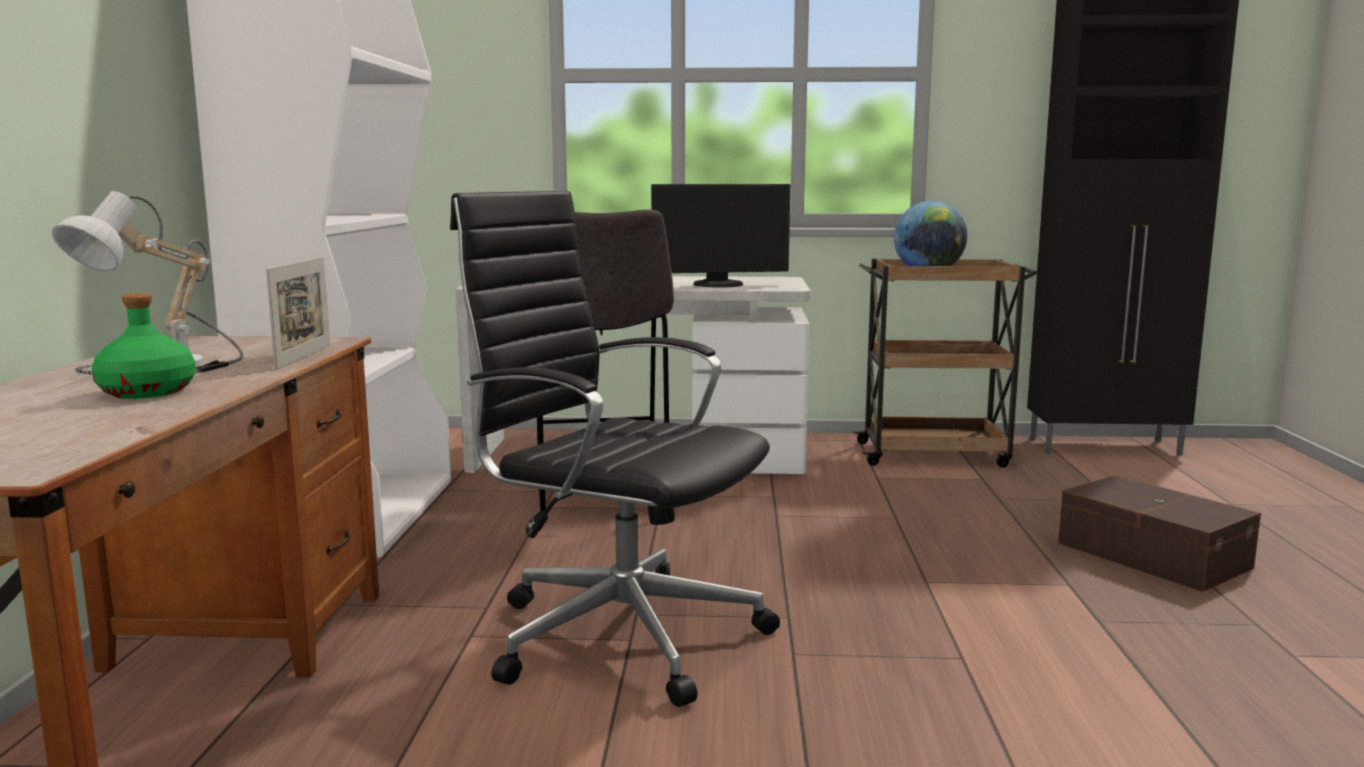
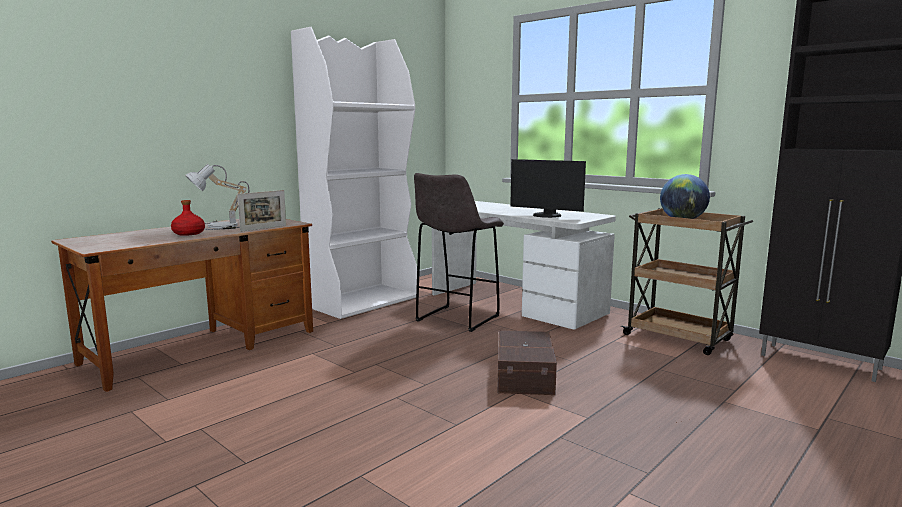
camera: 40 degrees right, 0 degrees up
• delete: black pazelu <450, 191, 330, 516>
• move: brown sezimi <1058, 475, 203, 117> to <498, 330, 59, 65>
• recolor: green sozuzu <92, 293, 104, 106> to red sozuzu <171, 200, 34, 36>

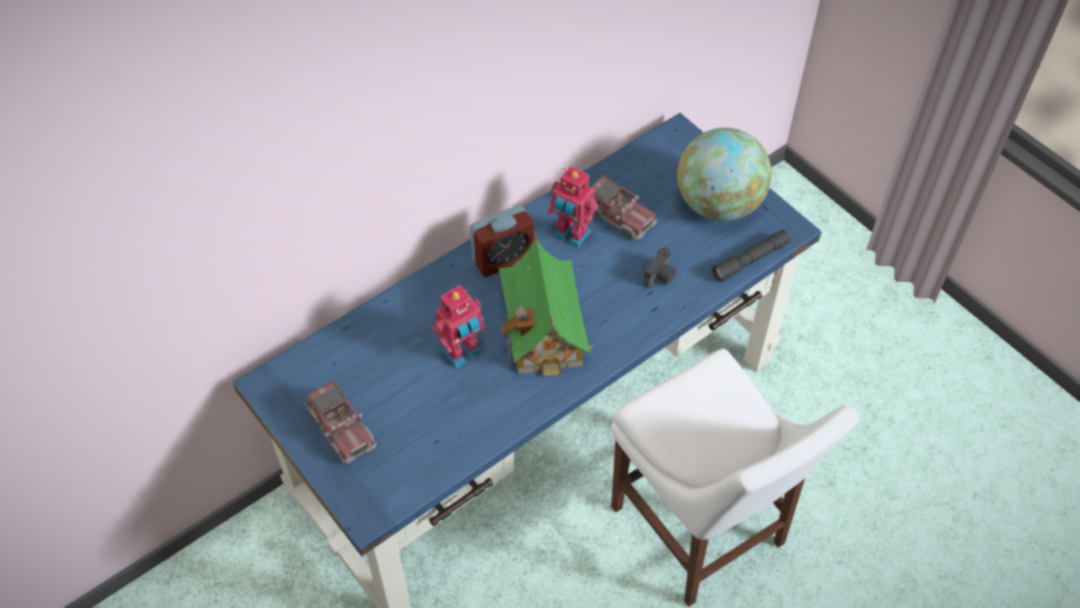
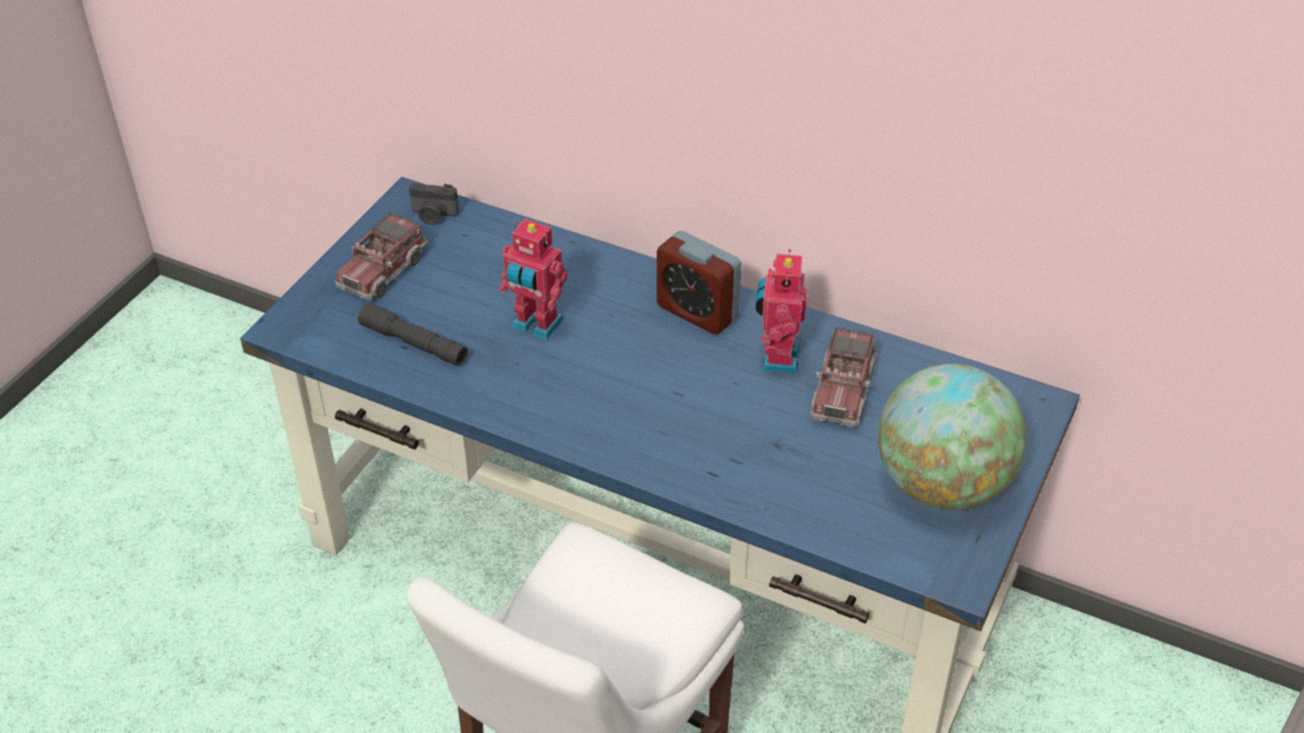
camera: 65 degrees right, 10 degrees down
• delete: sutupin <499, 234, 97, 143>
• move: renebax <643, 247, 33, 41> to <409, 183, 50, 42>
• move: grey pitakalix <712, 230, 79, 52> to <358, 303, 110, 63>

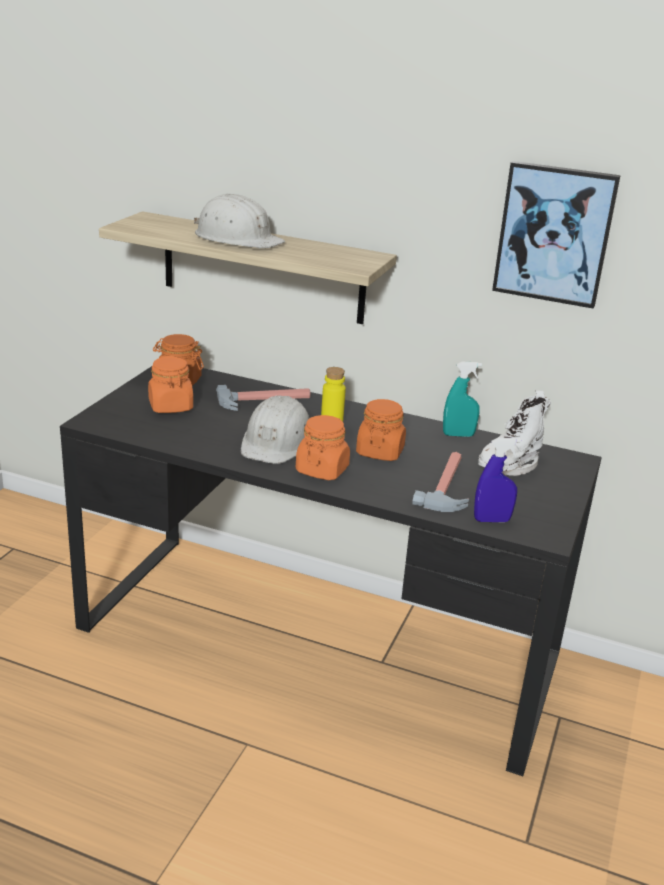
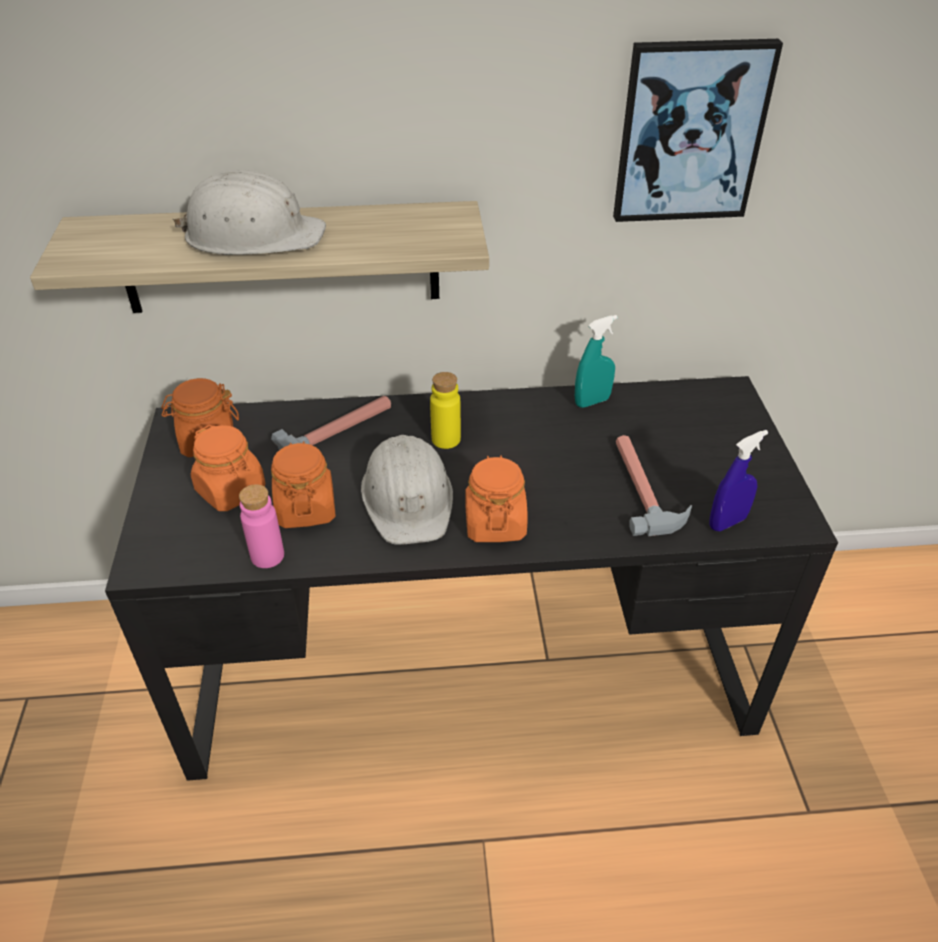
camera: 25 degrees left, 15 degrees up
• delete: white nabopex <478, 390, 73, 86>
• insert: pink sozuzu <239, 484, 45, 84>
• move: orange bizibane <356, 399, 50, 62> to <271, 441, 65, 87>

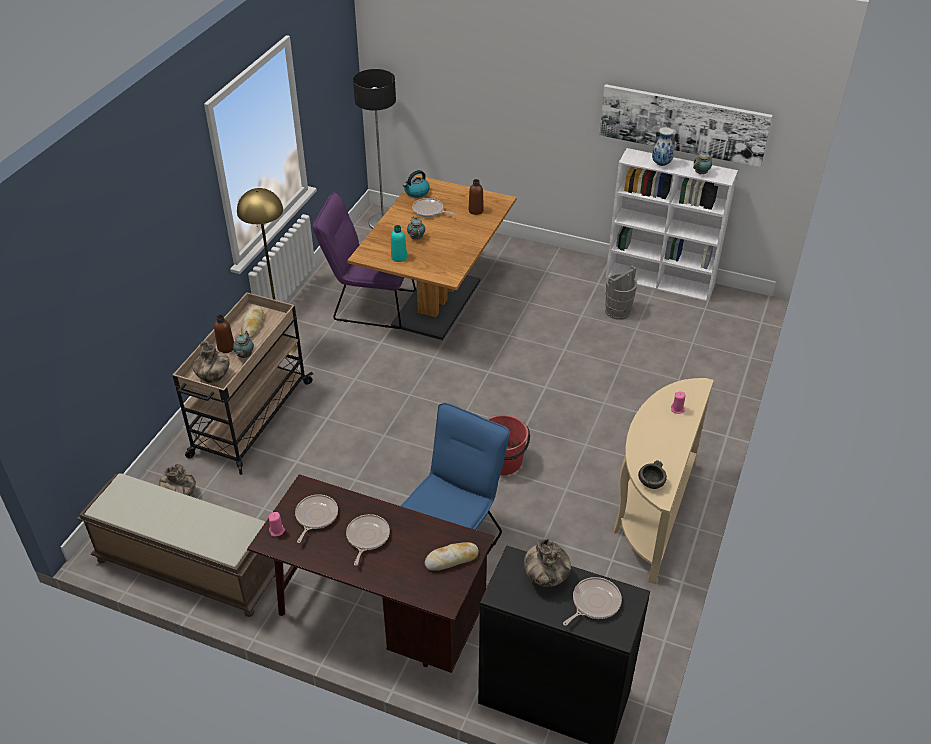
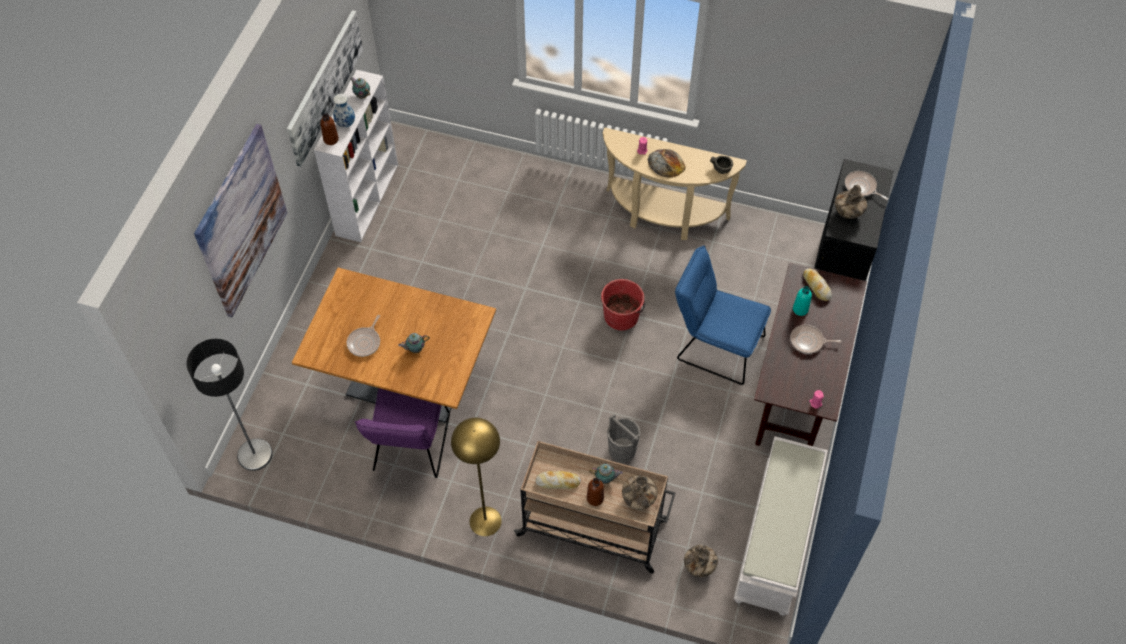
camera: 95 degrees left, 15 degrees up
• delete: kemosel <295, 494, 43, 49>
• delete: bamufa <403, 170, 27, 28>
• insert: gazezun <194, 124, 93, 193>
• insert: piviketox <647, 149, 38, 29>
• move: turquoise sozuzu <391, 225, 16, 37> to <793, 286, 19, 30>
• move: brown sozuzu <469, 179, 15, 36> to <320, 113, 19, 32>
• move: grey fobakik <605, 266, 32, 54> to <607, 414, 34, 49>
• recolor: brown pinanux <77, 473, 199, 144> to white pinanux <734, 436, 94, 180>

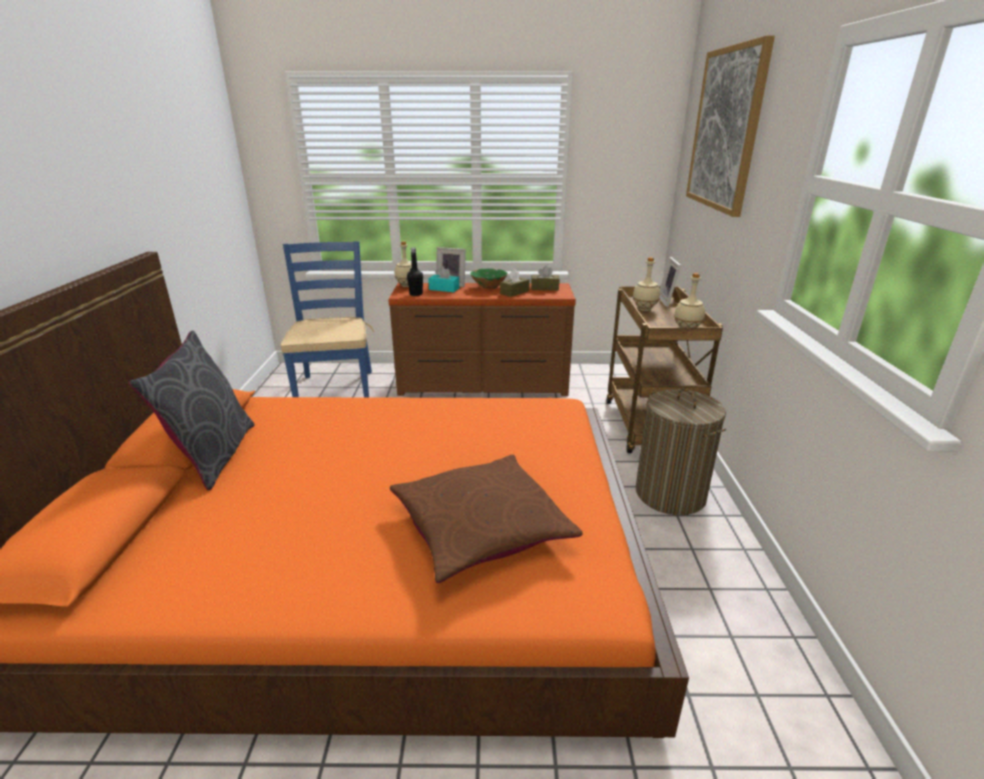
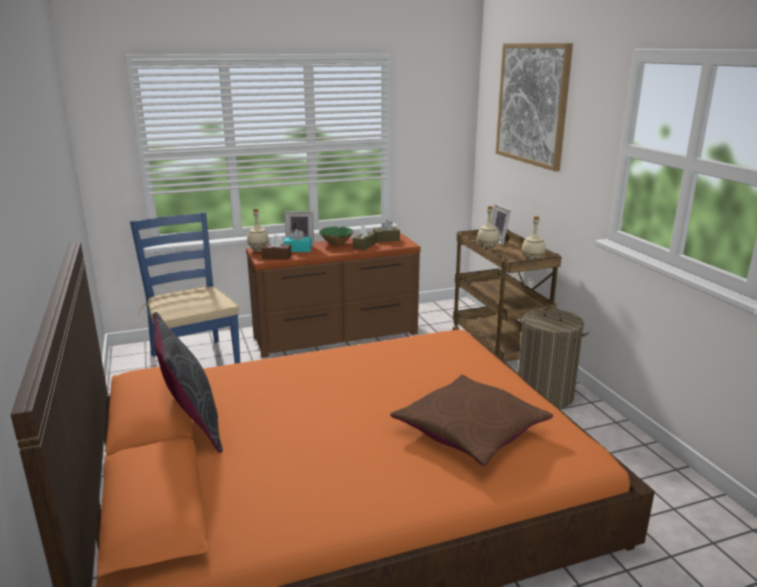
camera: 20 degrees left, 5 degrees down
• replace: black sozuzu <407, 248, 16, 48> to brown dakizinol <261, 235, 30, 25>

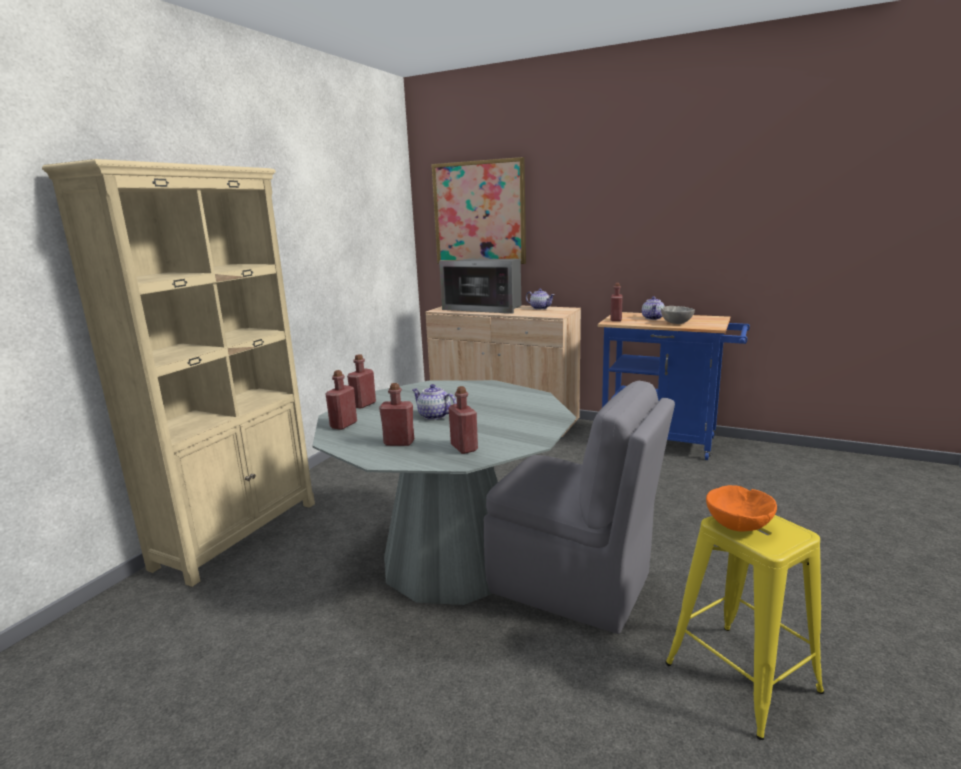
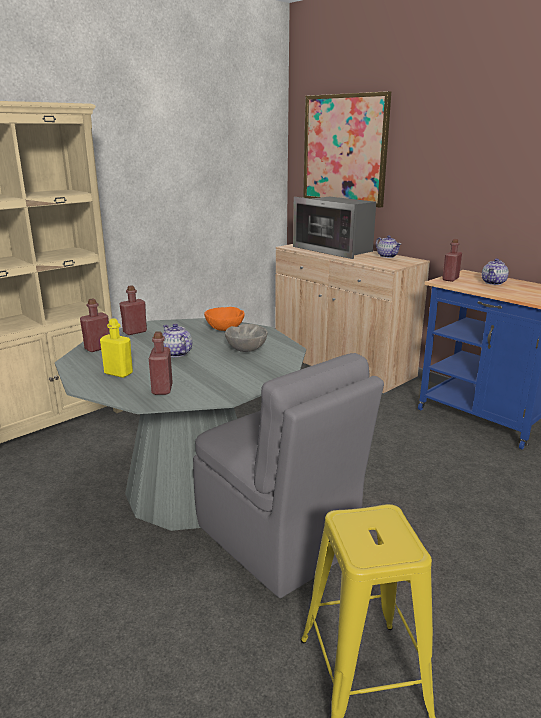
camera: 20 degrees right, 5 degrees up
• move: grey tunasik <661, 306, 34, 18> to <225, 324, 43, 28>
• move: orange tunasik <706, 485, 71, 47> to <204, 307, 41, 24>
• recolor: red sozuzu <379, 383, 35, 63> to yellow sozuzu <100, 318, 33, 60>

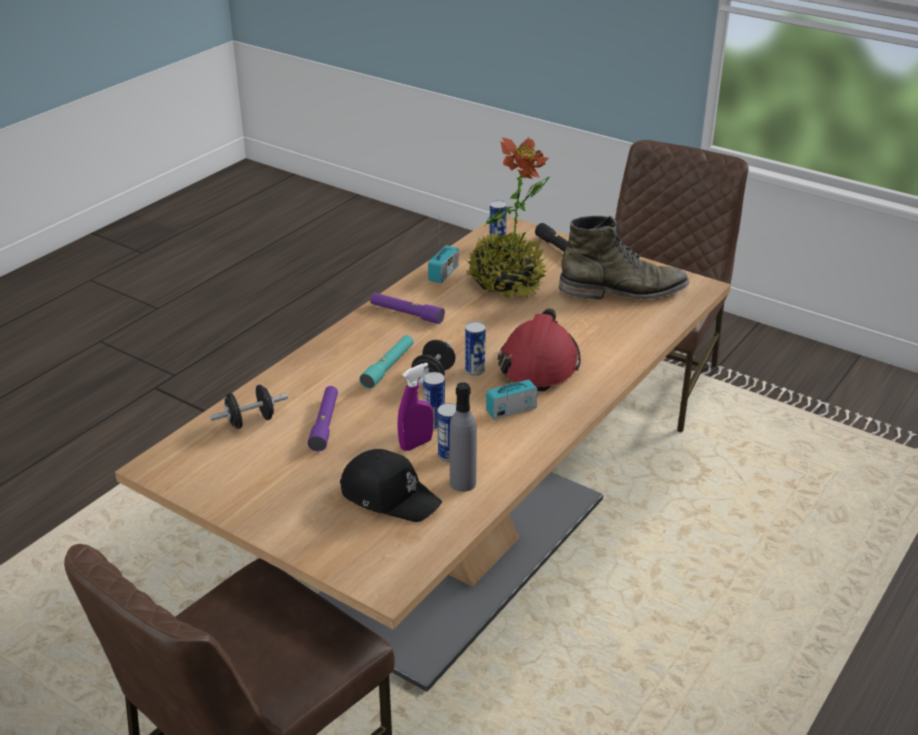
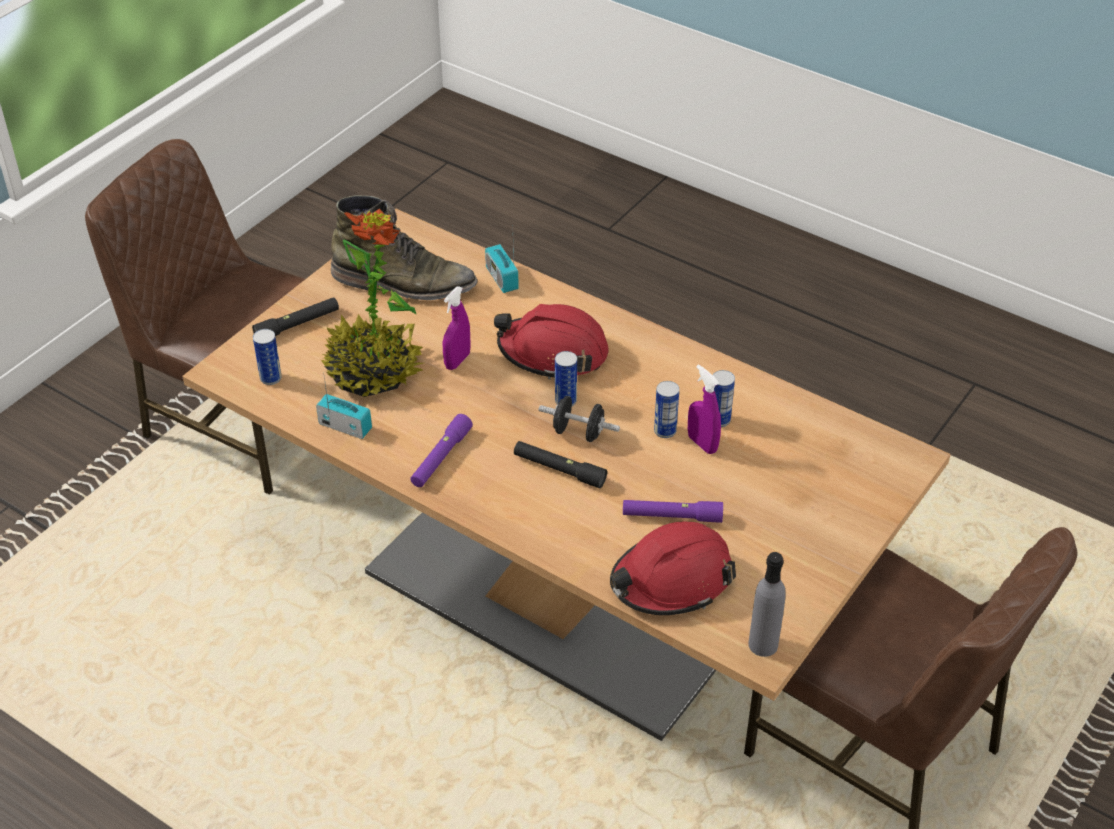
camera: 90 degrees left, 10 degrees up
• delete: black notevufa <340, 449, 102, 73>
• insert: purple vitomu <443, 286, 28, 84>
• move: grey sozuzu <450, 382, 27, 110> to <748, 552, 38, 105>
• move: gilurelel <486, 362, 52, 58> to <485, 242, 34, 51>
• replace: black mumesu <210, 385, 78, 44> to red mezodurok <610, 522, 126, 93>
• recolor: turquoise pitakalix <359, 335, 55, 54> to black pitakalix <514, 441, 93, 47>
• rotate: green nabopex <559, 216, 130, 84> = <331, 195, 146, 105> 105 degrees clockwise

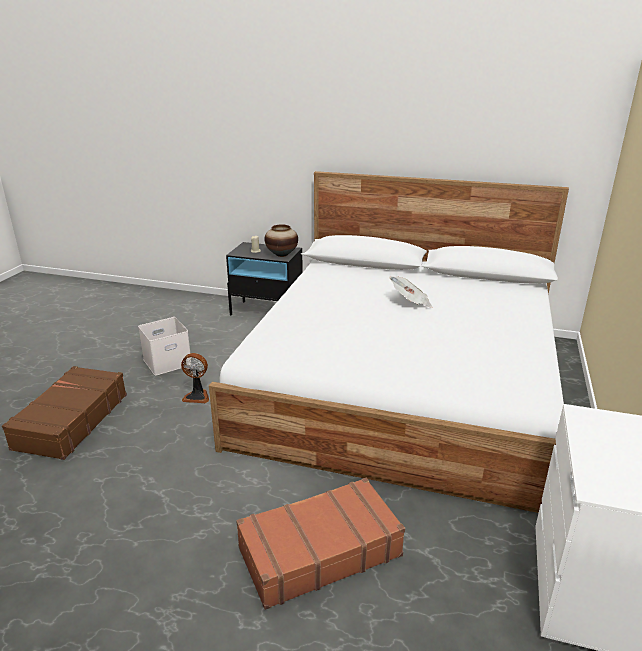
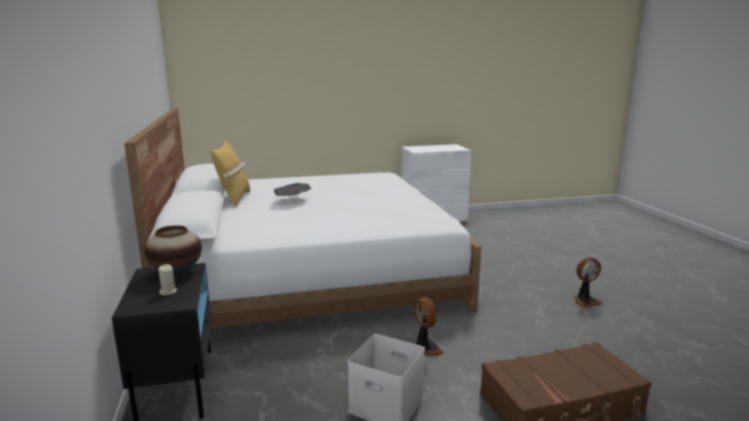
camera: 120 degrees left, 10 degrees down
• delete: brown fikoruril <236, 478, 169, 132>
• insert: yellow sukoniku <210, 141, 41, 66>
• insert: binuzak <574, 257, 28, 51>

